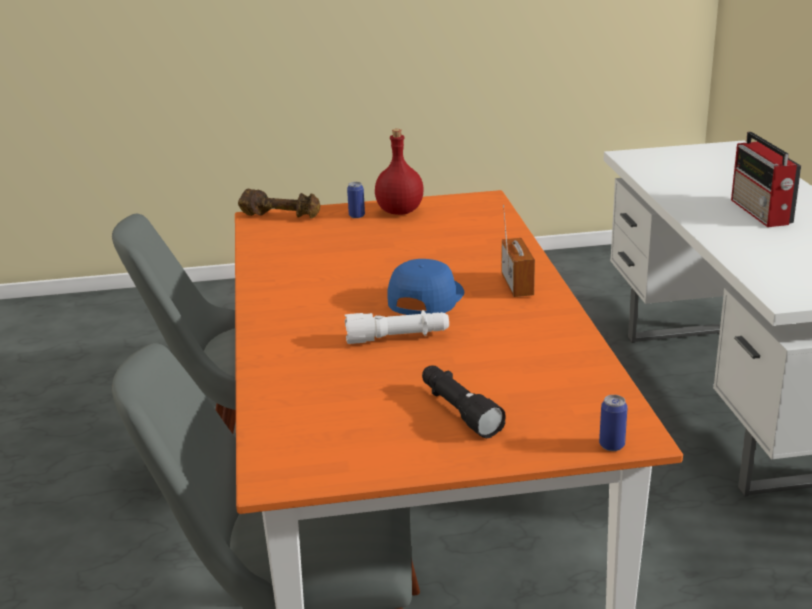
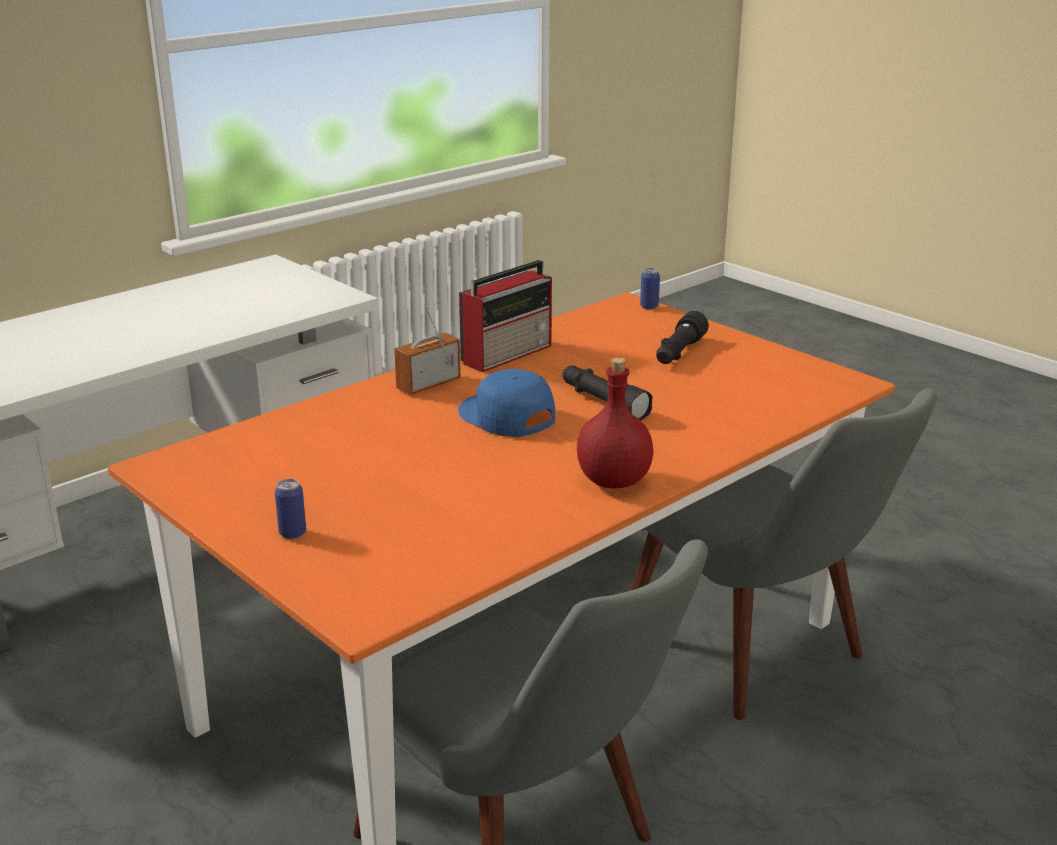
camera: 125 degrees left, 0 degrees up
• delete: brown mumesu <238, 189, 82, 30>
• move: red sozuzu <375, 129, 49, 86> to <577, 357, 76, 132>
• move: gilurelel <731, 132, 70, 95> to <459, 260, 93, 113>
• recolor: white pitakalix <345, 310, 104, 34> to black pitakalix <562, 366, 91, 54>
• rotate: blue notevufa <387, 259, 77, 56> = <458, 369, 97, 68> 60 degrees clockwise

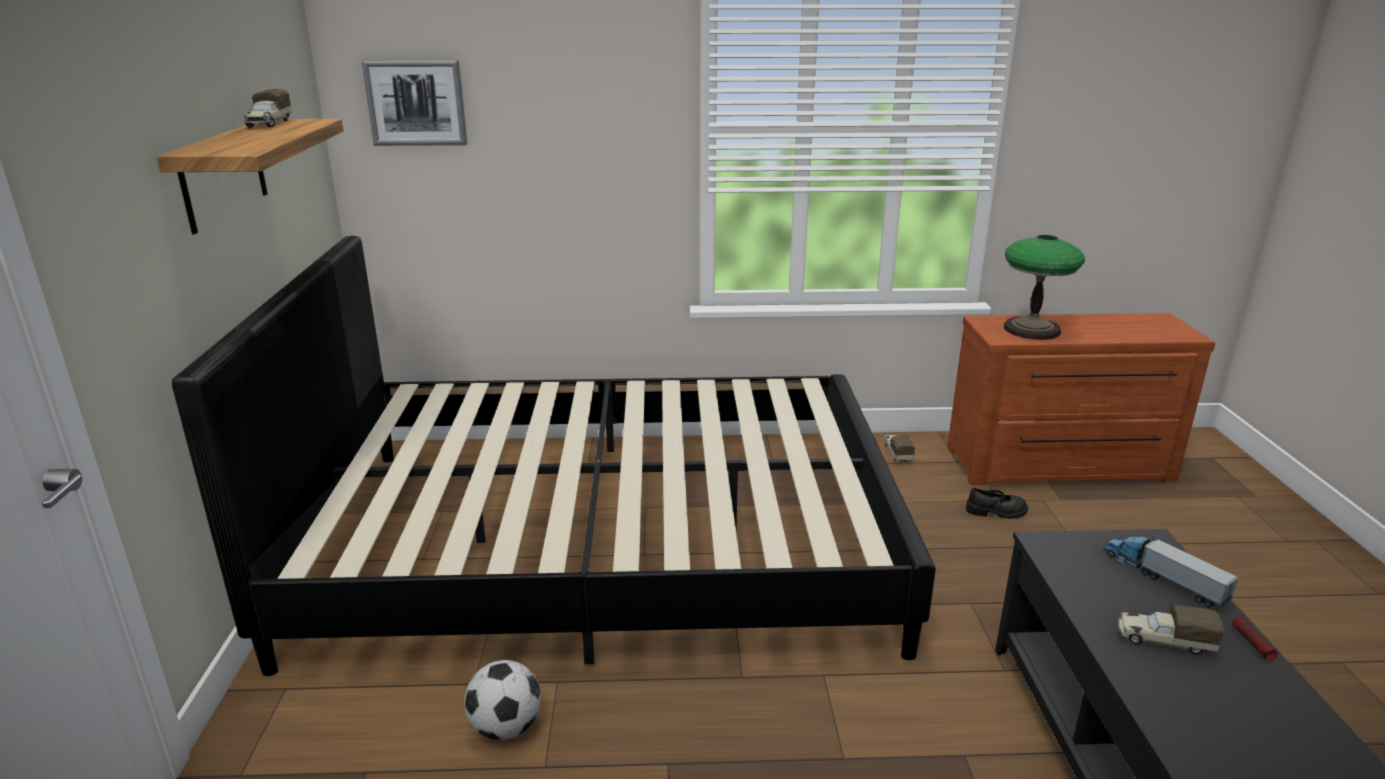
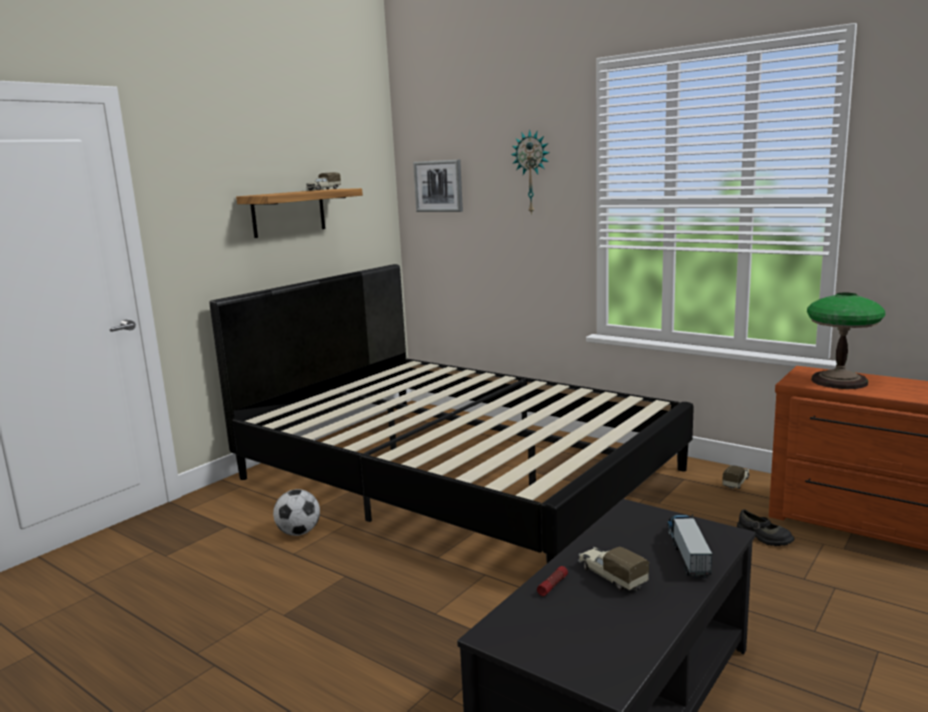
camera: 40 degrees right, 10 degrees down
• insert: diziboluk <511, 129, 39, 86>
• move: pitakalix <1232, 617, 46, 44> to <537, 566, 31, 30>

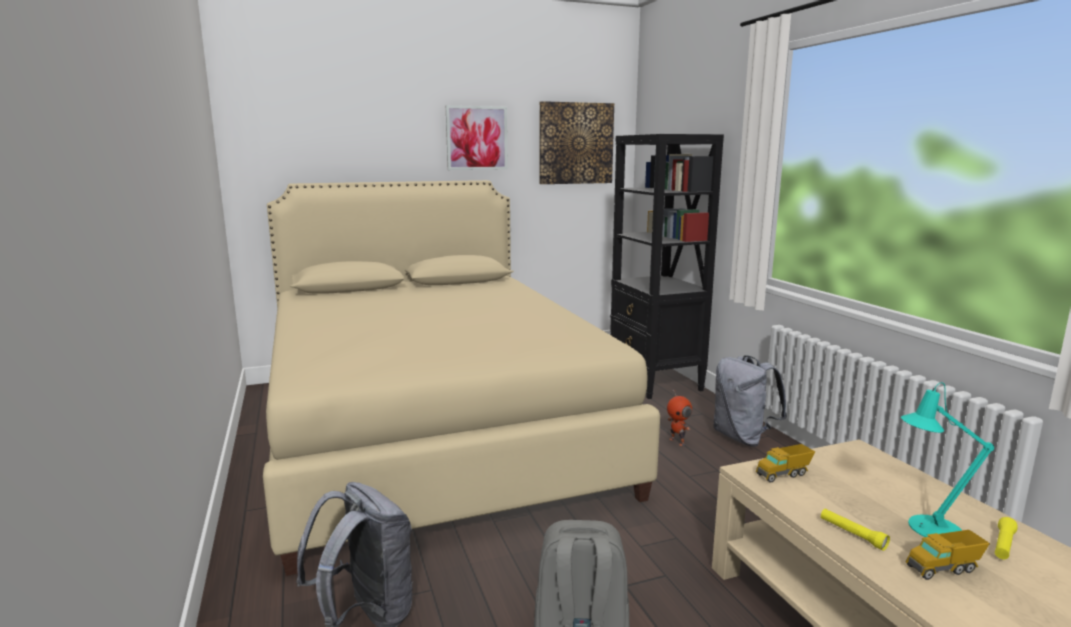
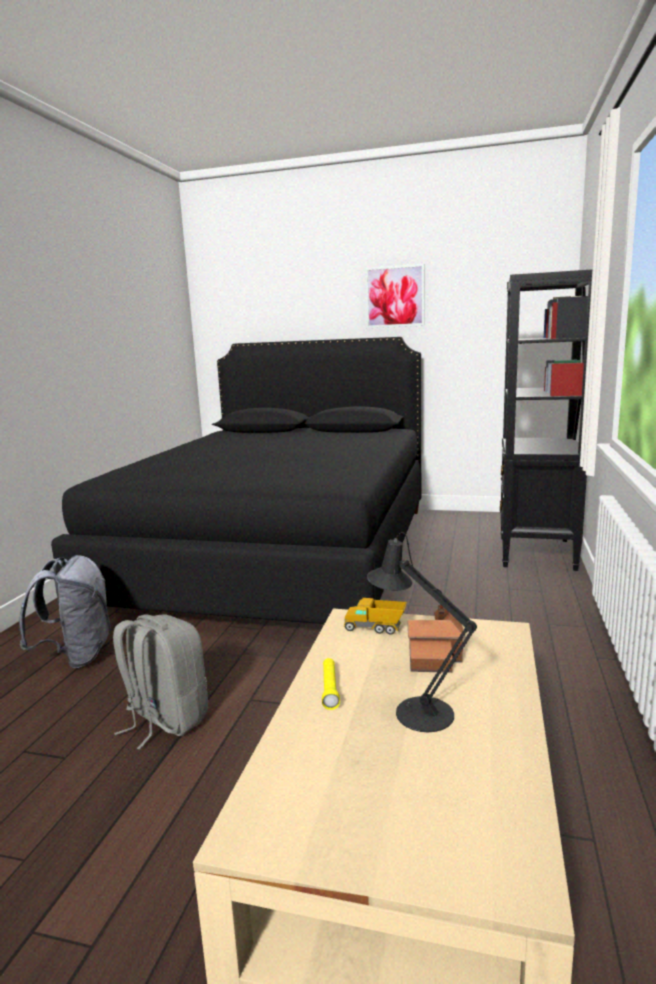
camera: 35 degrees right, 0 degrees up
• delete: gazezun <540, 101, 74, 83>
• delete: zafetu <667, 390, 25, 56>
• delete: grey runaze <713, 355, 74, 92>
• delete: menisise <906, 530, 84, 50>
• delete: yellow pitakalix <995, 517, 23, 42>
• insert: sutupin <408, 604, 57, 69>
• recolor: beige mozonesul <263, 180, 397, 396> to black mozonesul <51, 337, 370, 287>
• recolor: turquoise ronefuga <901, 382, 93, 155> to black ronefuga <367, 532, 110, 200>

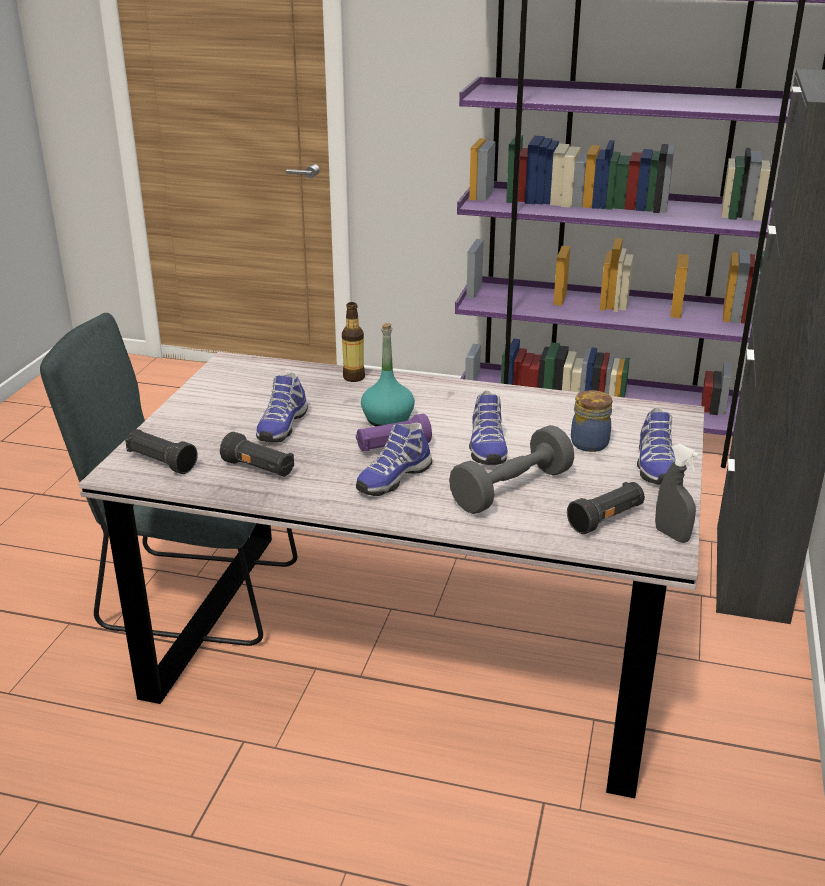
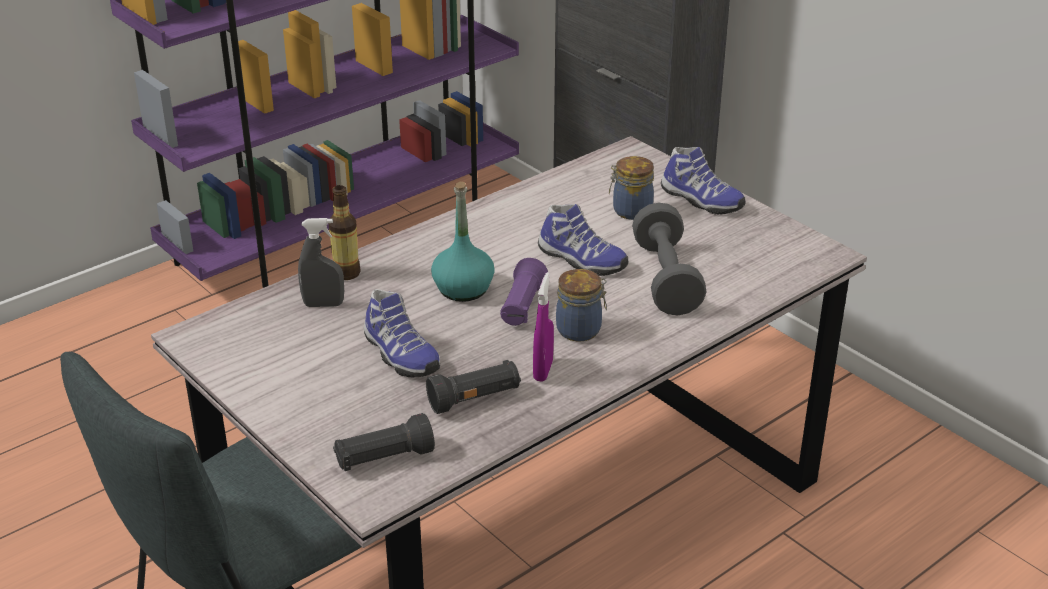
camera: 55 degrees left, 5 degrees up
• delete: black pitakalix <567, 482, 78, 52>
• insert: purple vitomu <533, 272, 21, 110>
• move: grey vitomu <655, 444, 45, 99> to <298, 218, 46, 89>
• replace: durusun <356, 423, 76, 73> to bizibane <556, 269, 51, 73>

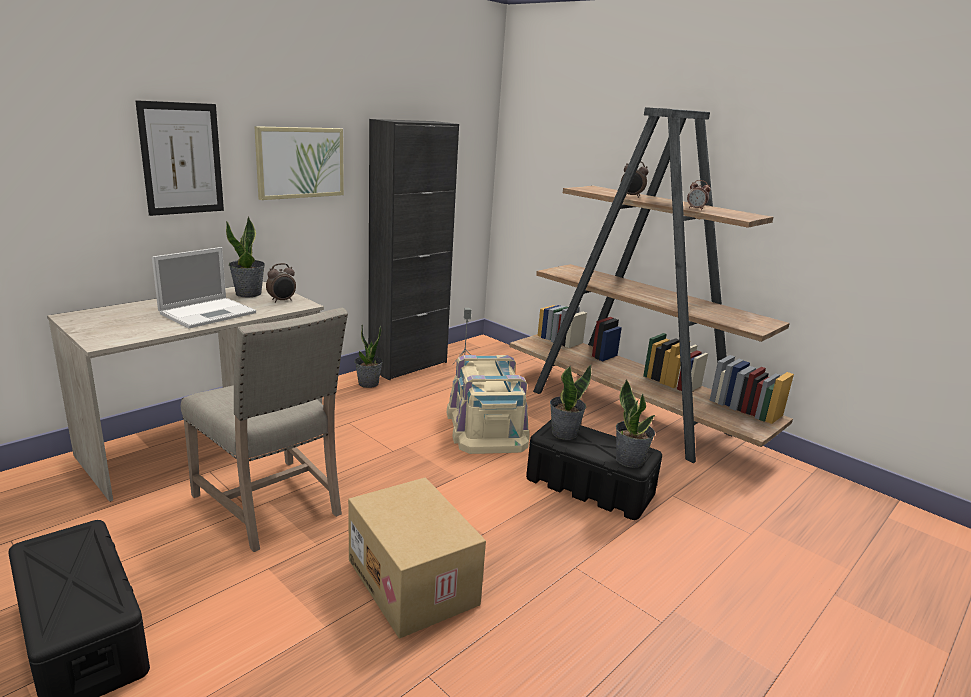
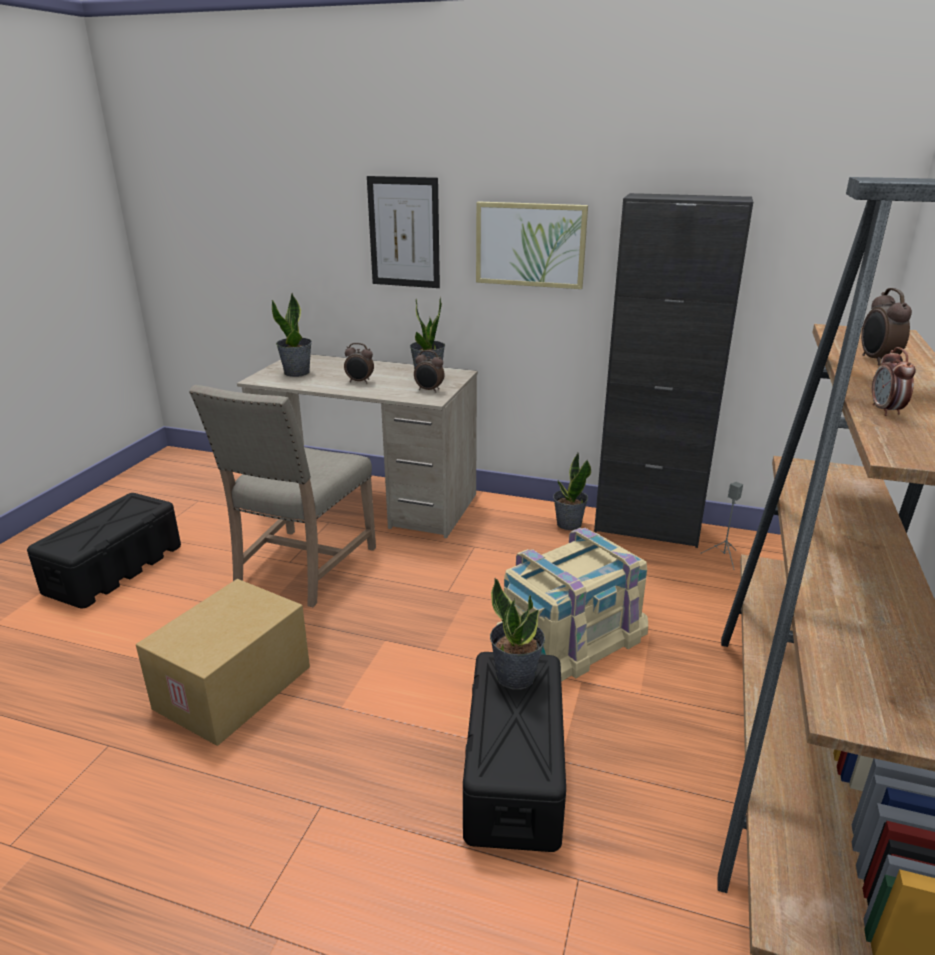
camera: 65 degrees right, 5 degrees up
• move: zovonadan <616, 379, 39, 89> to <272, 293, 40, 84>
• replace: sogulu <152, 247, 104, 81> to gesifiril <344, 343, 30, 40>

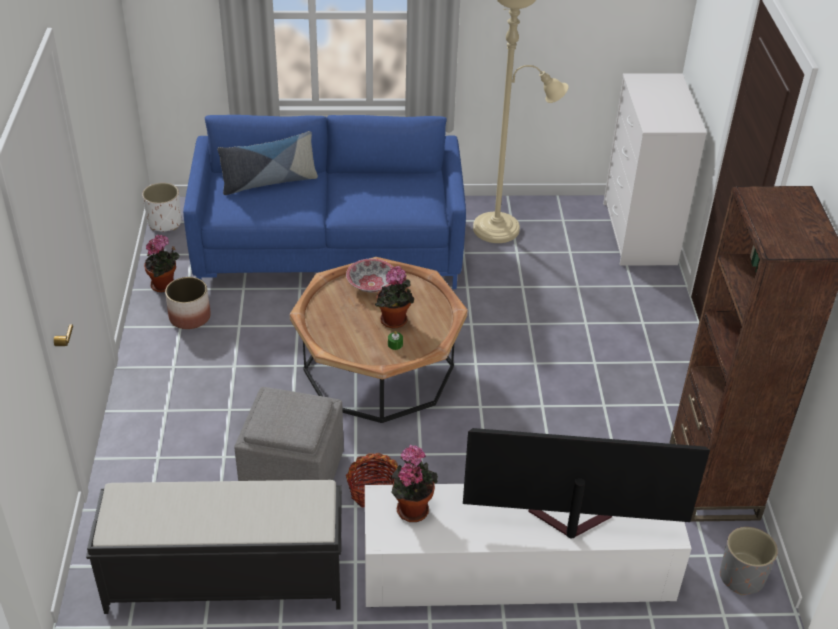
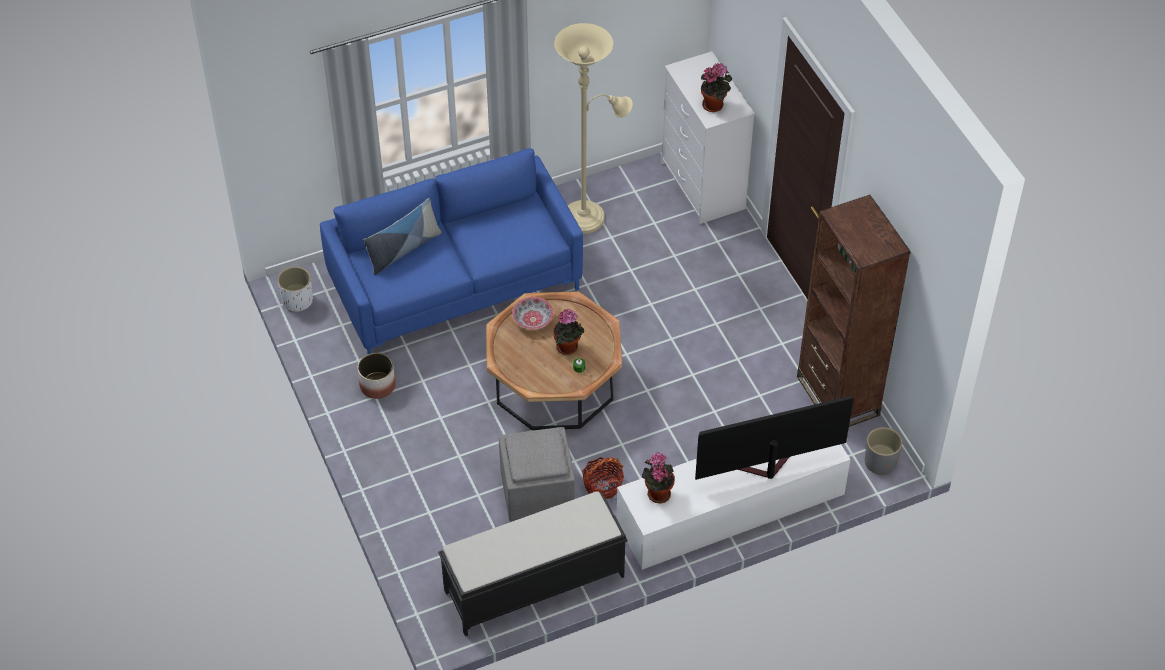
camera: 20 degrees left, 10 degrees up
• move: zovonadan <144, 235, 35, 57> to <701, 63, 31, 49>

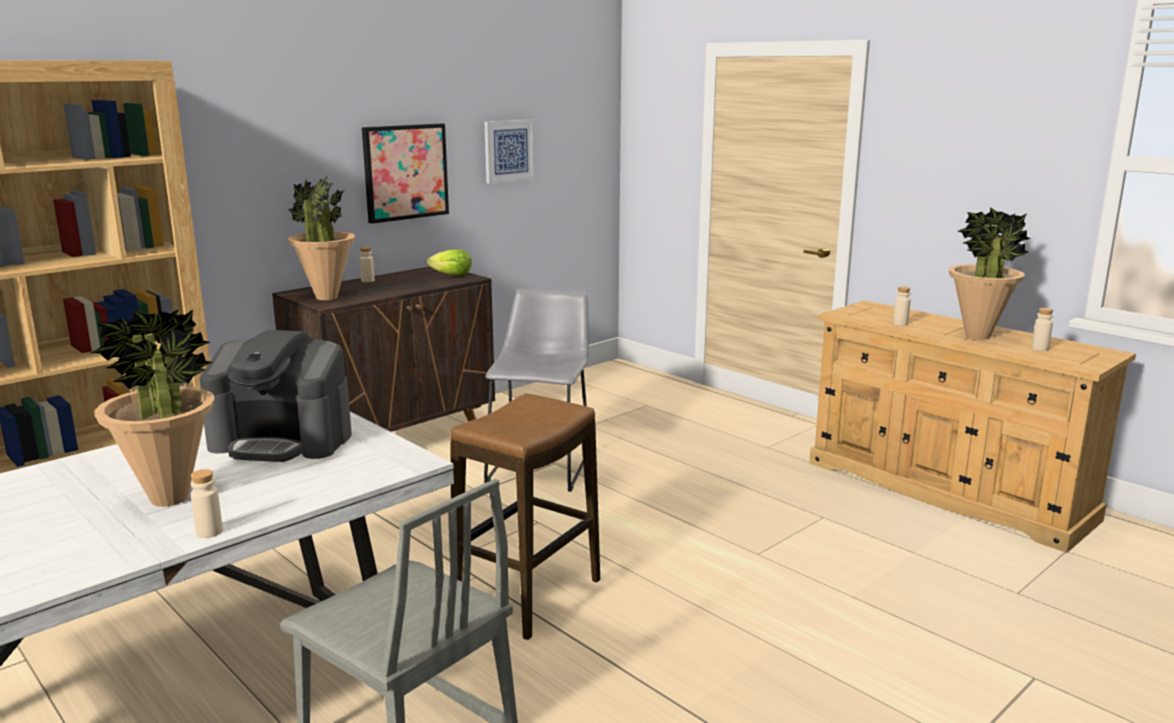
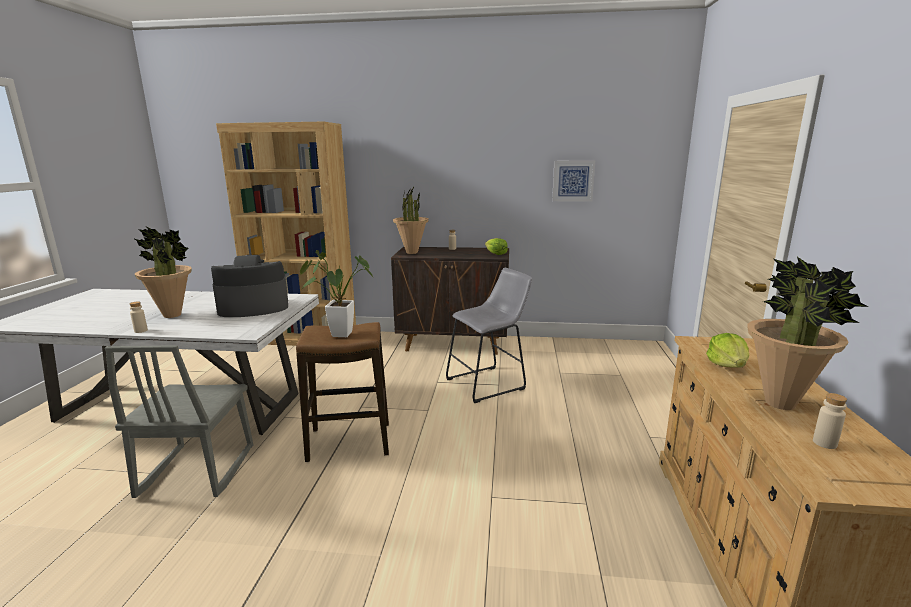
camera: 50 degrees right, 0 degrees up
• delete: gazezun <362, 124, 87, 100>
• insert: zovonadan <300, 250, 73, 87>
• replace: beige sozuzu <893, 286, 18, 40> to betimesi <706, 333, 44, 35>
• rotate: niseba <200, 330, 152, 132> = <211, 255, 77, 62> 105 degrees clockwise

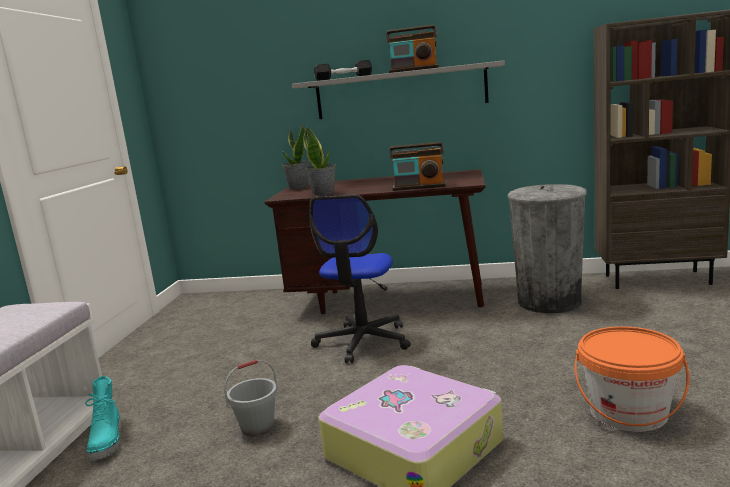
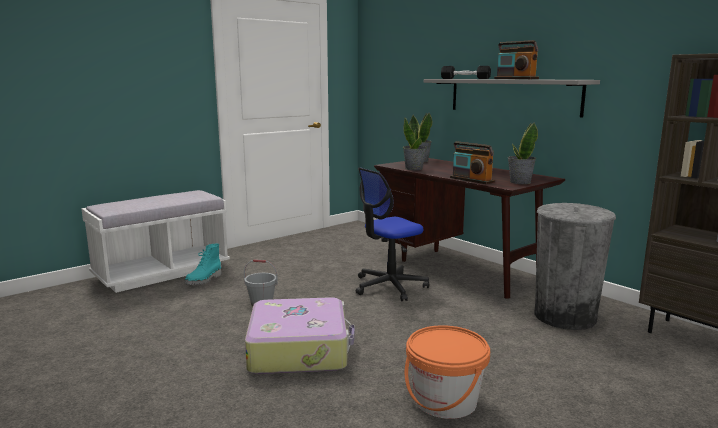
camera: 40 degrees right, 0 degrees up
• insert: zovonadan <507, 122, 31, 62>

